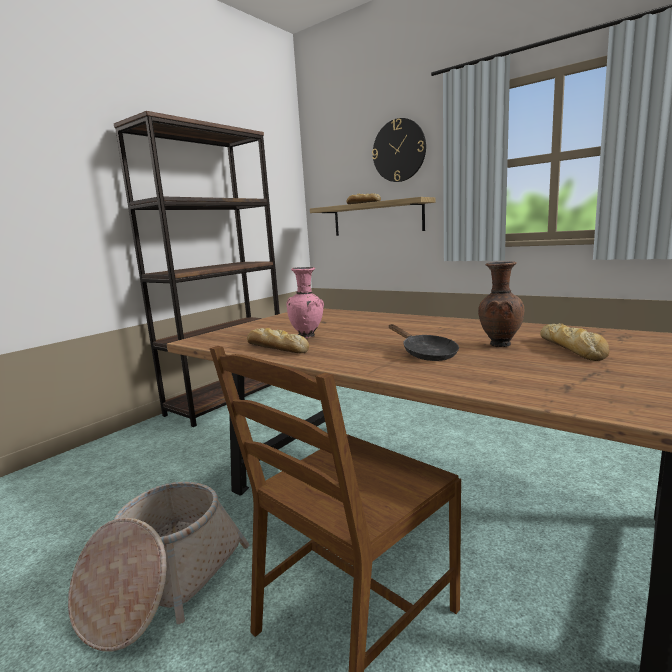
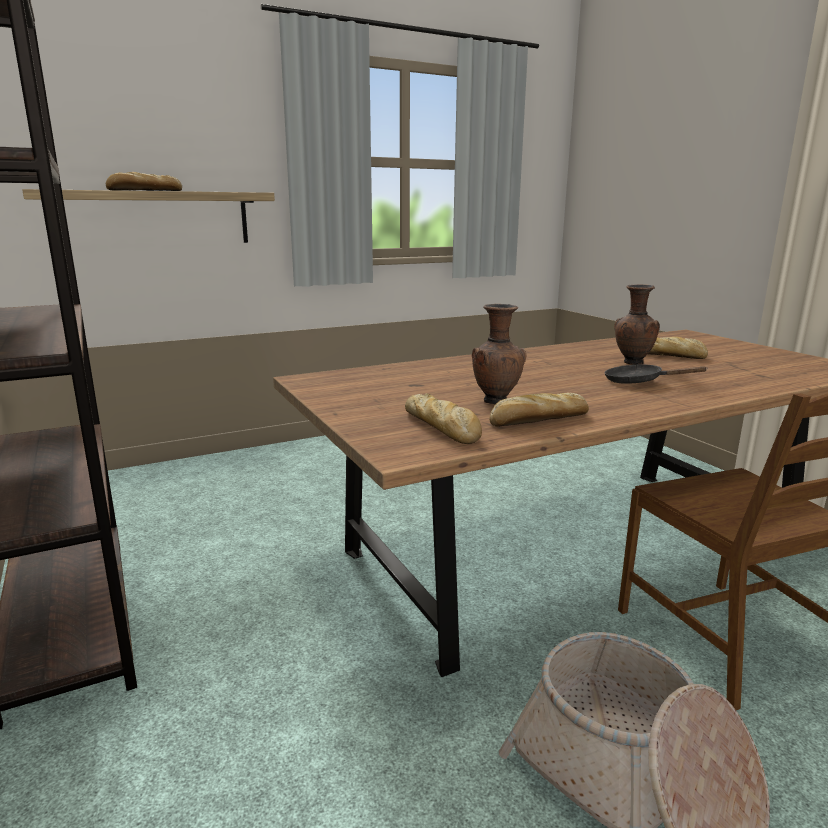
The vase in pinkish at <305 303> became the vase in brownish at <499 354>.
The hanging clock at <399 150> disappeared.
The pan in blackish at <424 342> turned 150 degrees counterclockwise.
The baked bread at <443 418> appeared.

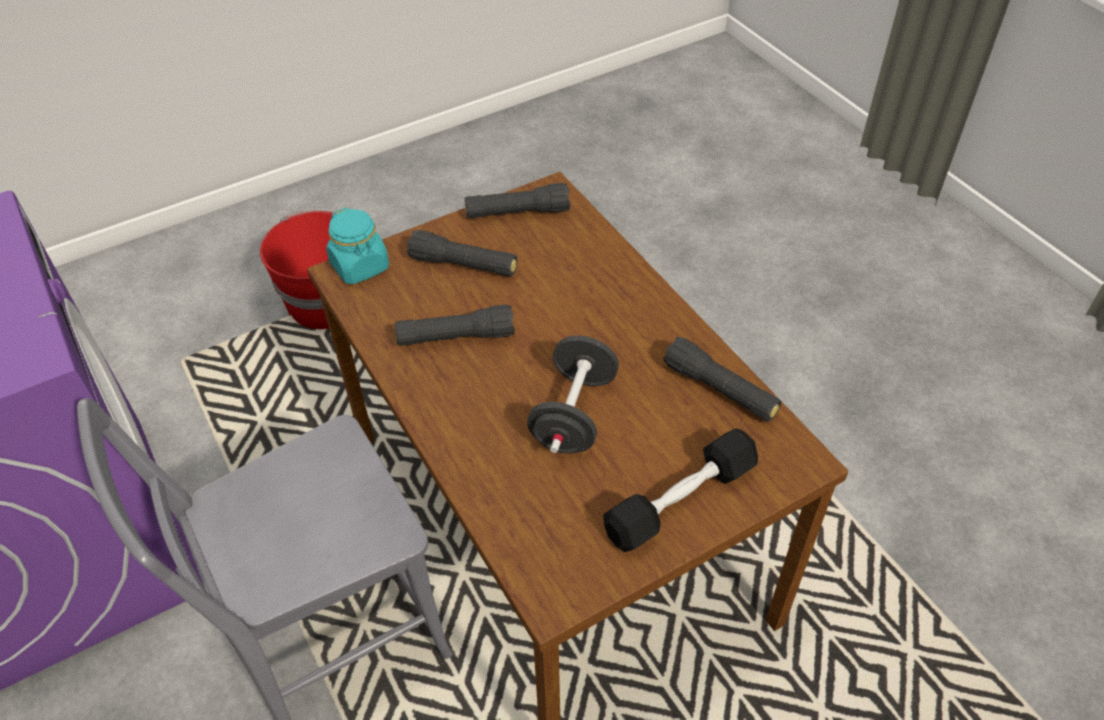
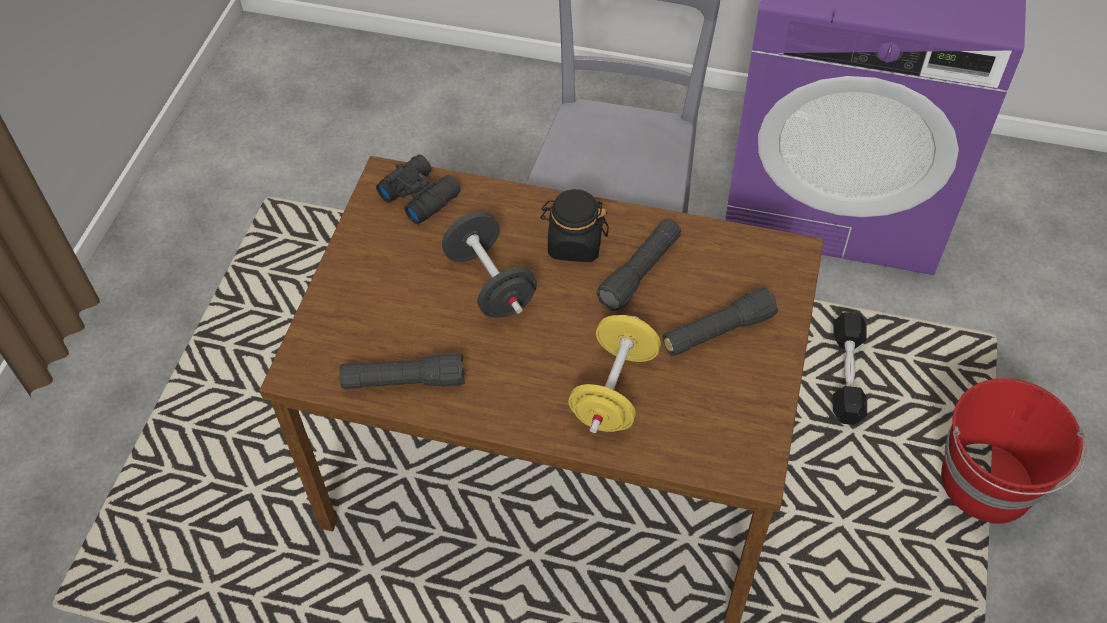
The storage jar in turquoise-coloured at <357 245> disappeared.
The flashlight in blackish at <518 200> disappeared.
The hand weight in blackish moved from <680 490> to <850 368>.
The binoculars in blackish at <418 189> appeared.
The storage jar in blackish at <574 225> appeared.
The hand weight in yellowish at <614 374> appeared.

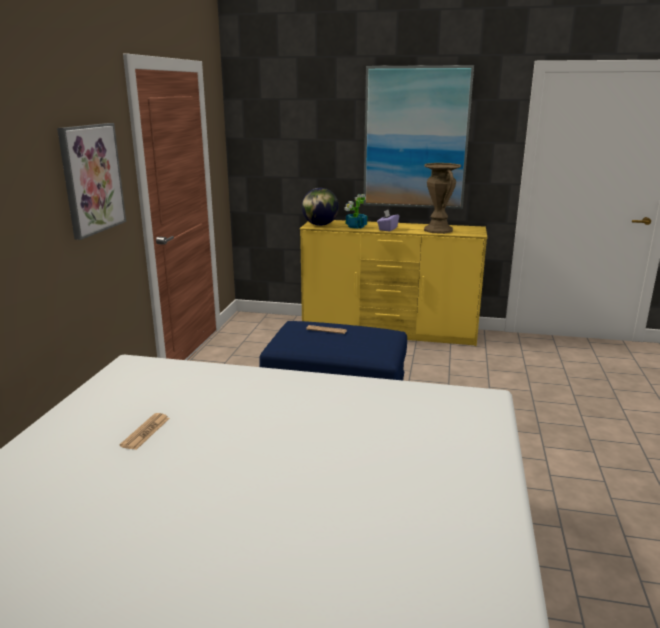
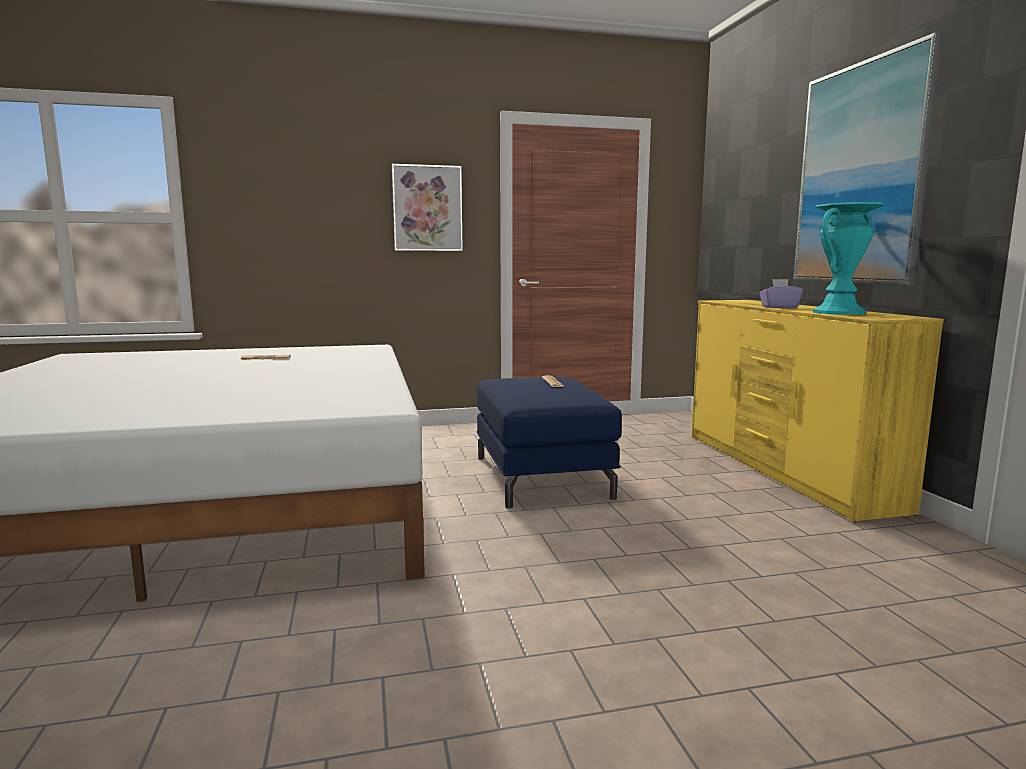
The desk globe at <320 207> disappeared.
The potted plant at <356 211> disappeared.
The vase in brownish at <442 198> became the vase in turquoise-coloured at <848 258>.

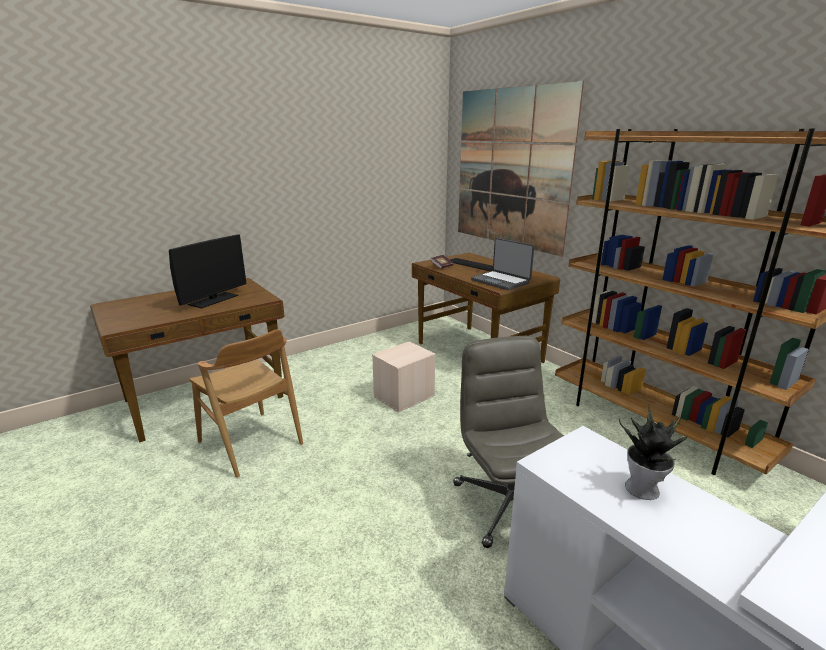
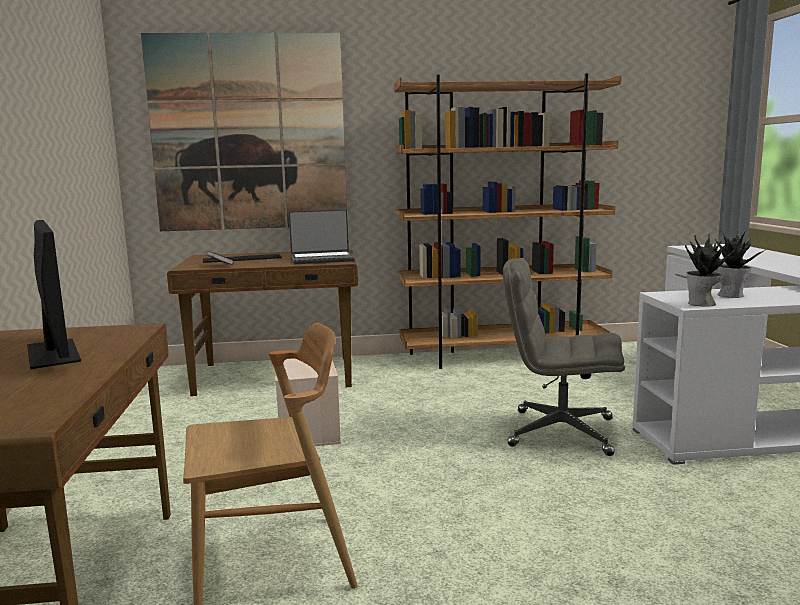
The potted plant at <710 270> appeared.

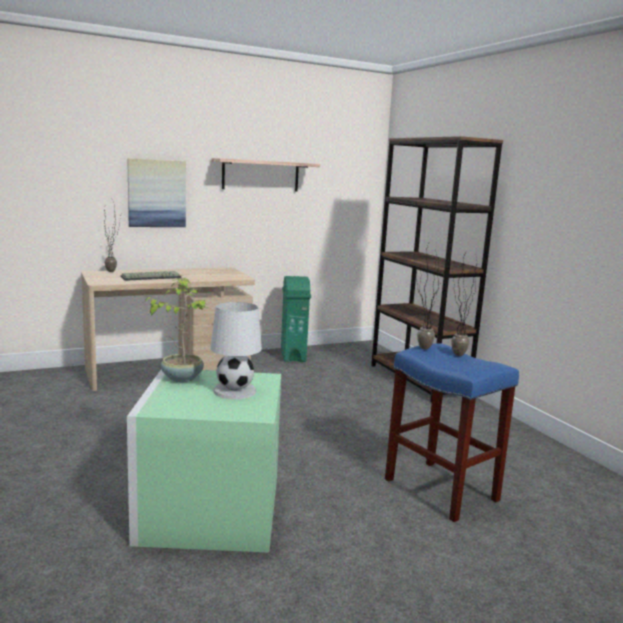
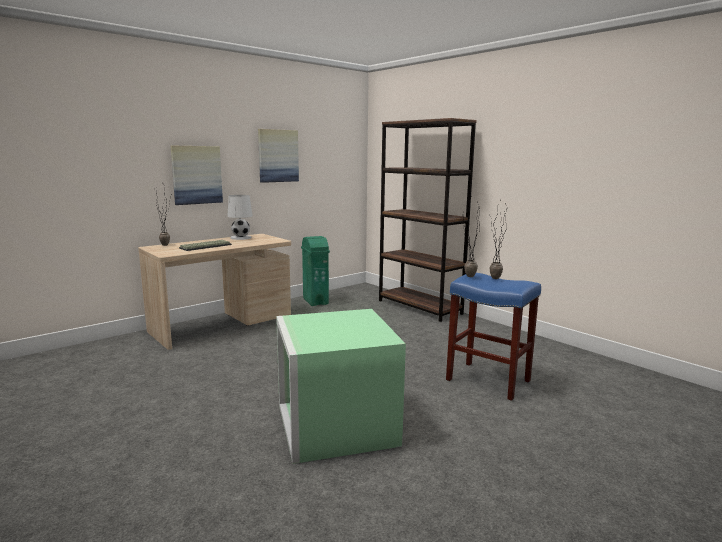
The potted plant at <176 328> disappeared.
The lamp for a table in whitish moved from <236 350> to <240 217>.
The bracket shelf at <265 175> was replaced by the picture at <278 156>.

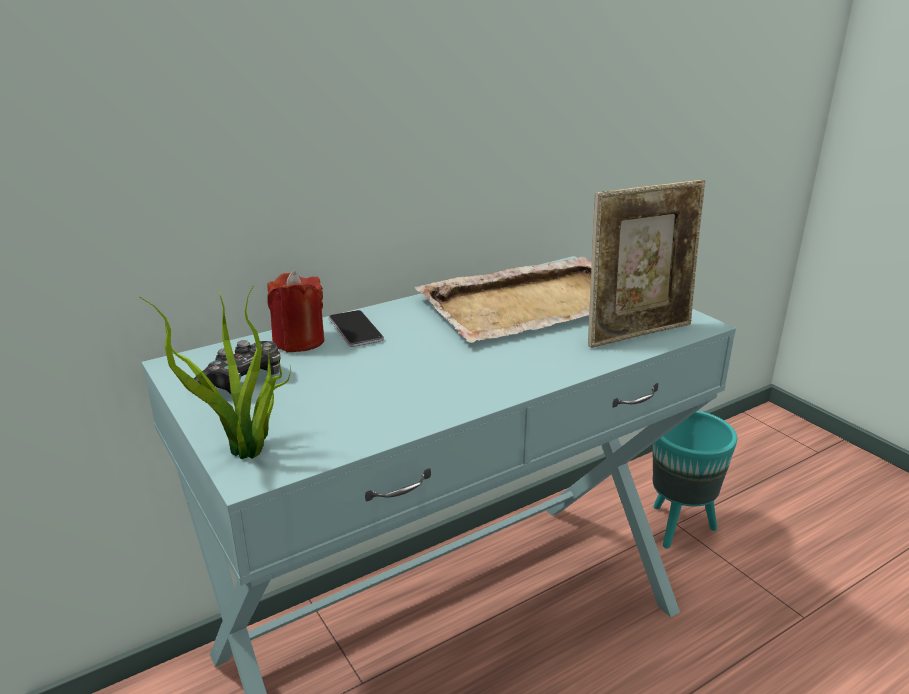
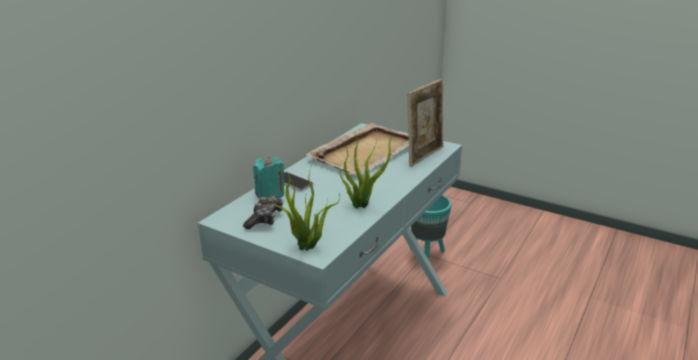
The candle in reddish at <295 311> became the candle in turquoise-coloured at <268 177>.
The potted plant at <368 169> appeared.

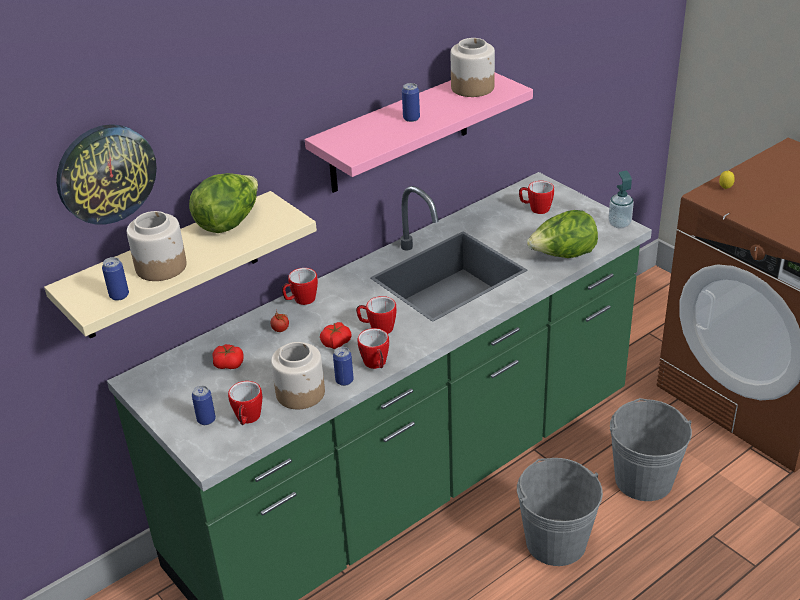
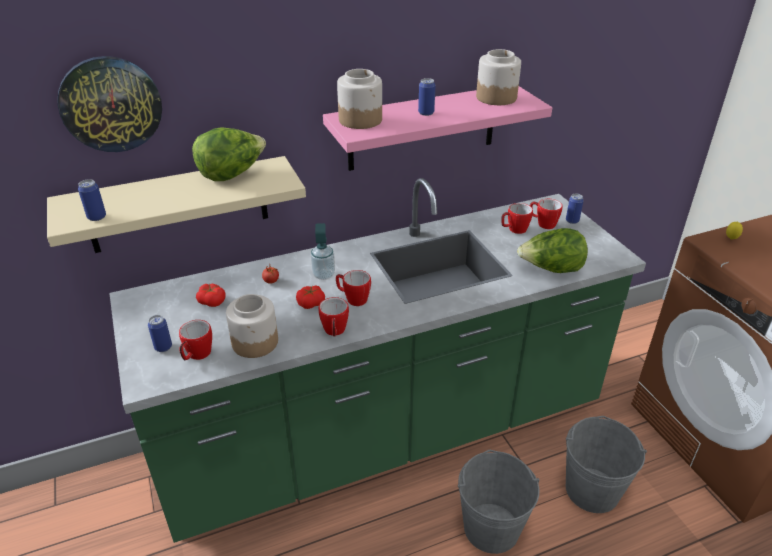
The storage jar moved from <157 246> to <359 99>.
The tea mug moved from <300 286> to <517 218>.
The metal can moved from <343 366> to <575 209>.
The liquid soap bottle moved from <621 200> to <322 251>.

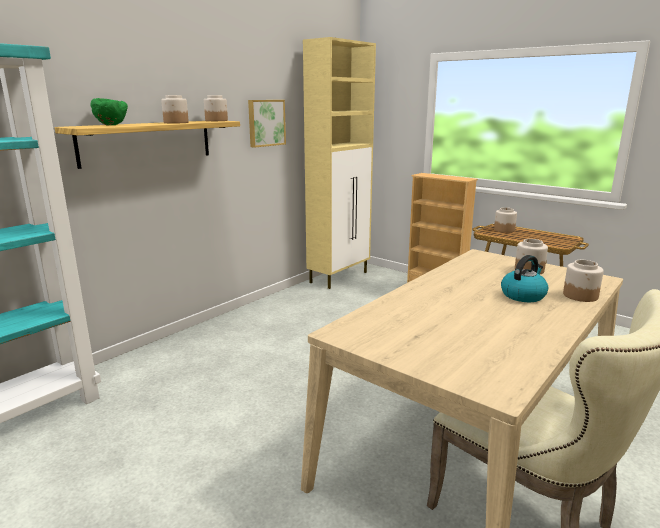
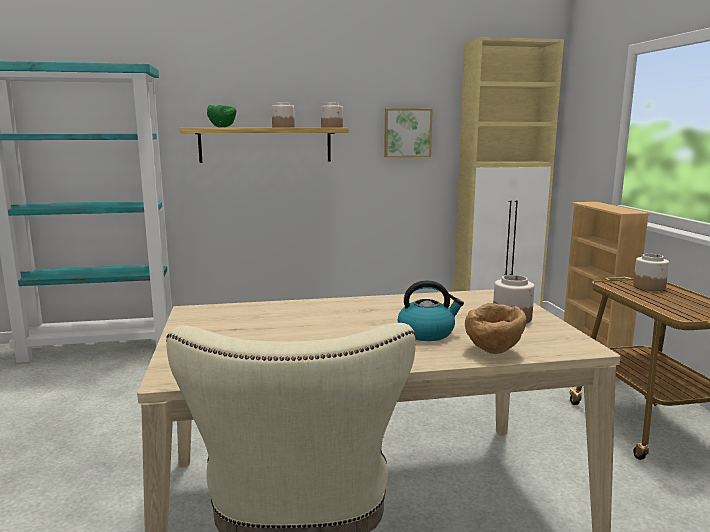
The storage jar at <583 281> was replaced by the deep dish in brownish at <495 328>.

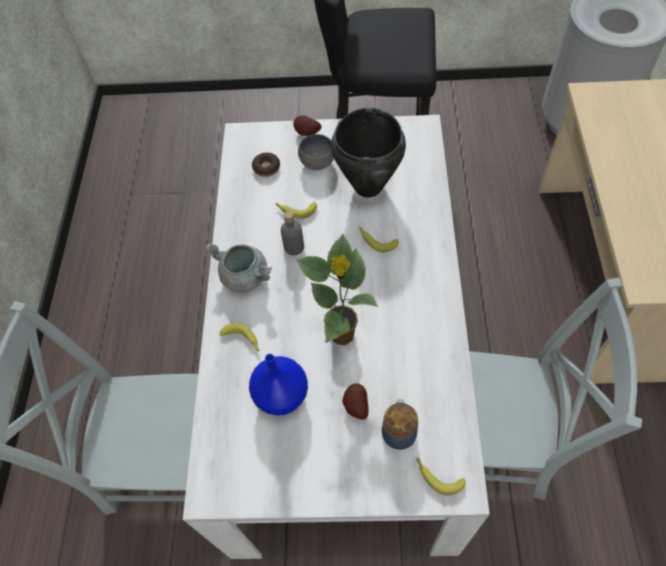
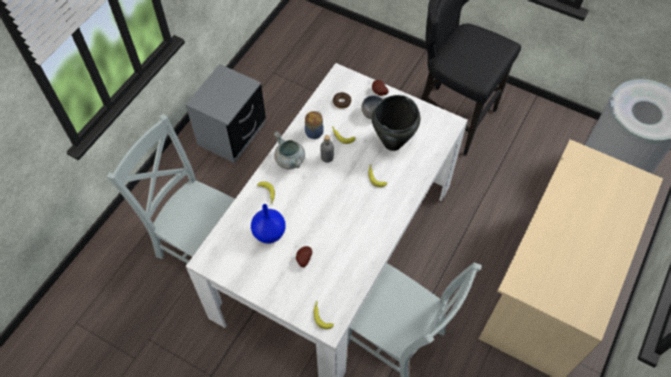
The potted plant at <337 289> disappeared.
The storage jar moved from <400 424> to <314 125>.
The nightstand in greyish at <225 113> appeared.

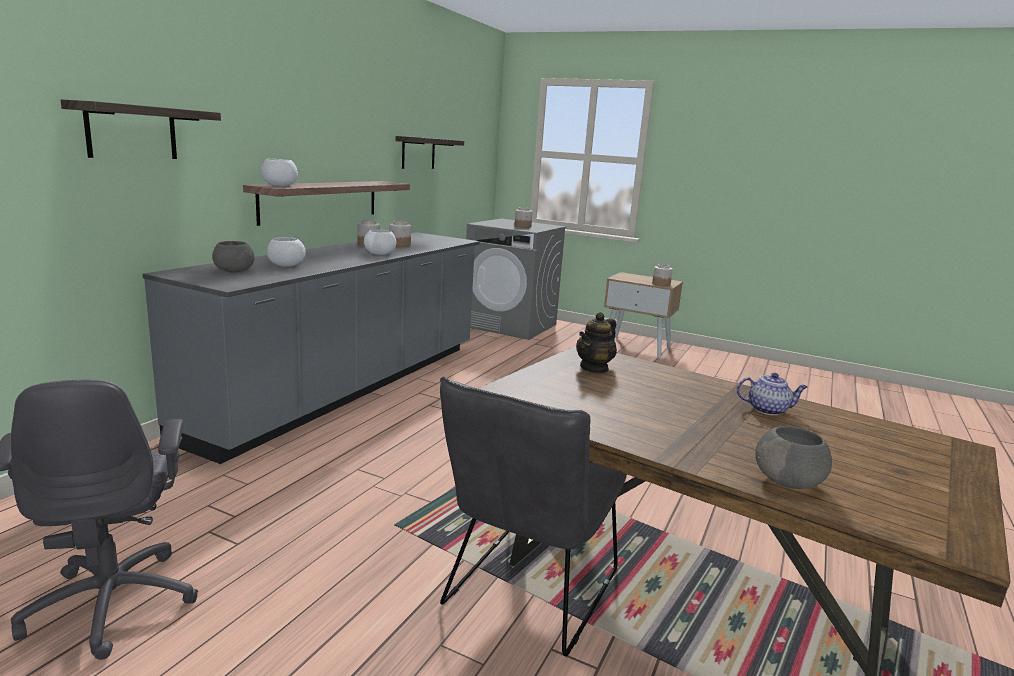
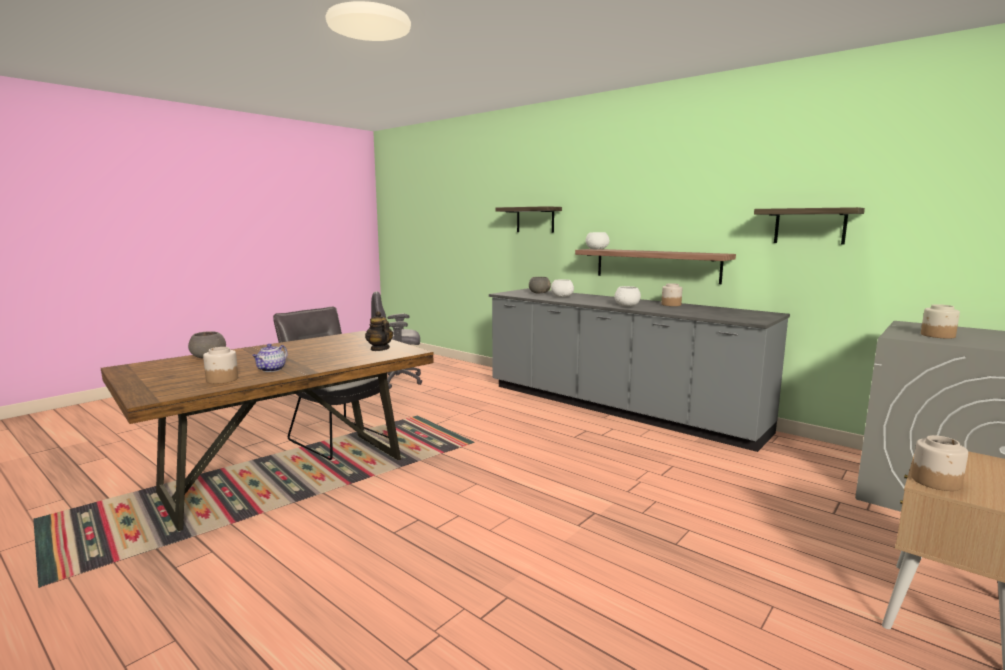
The storage jar moved from <400 234> to <220 365>.

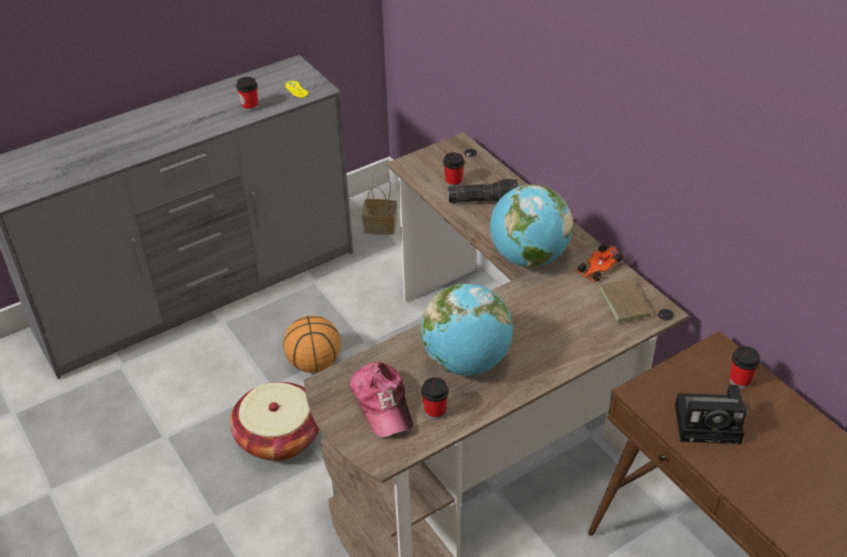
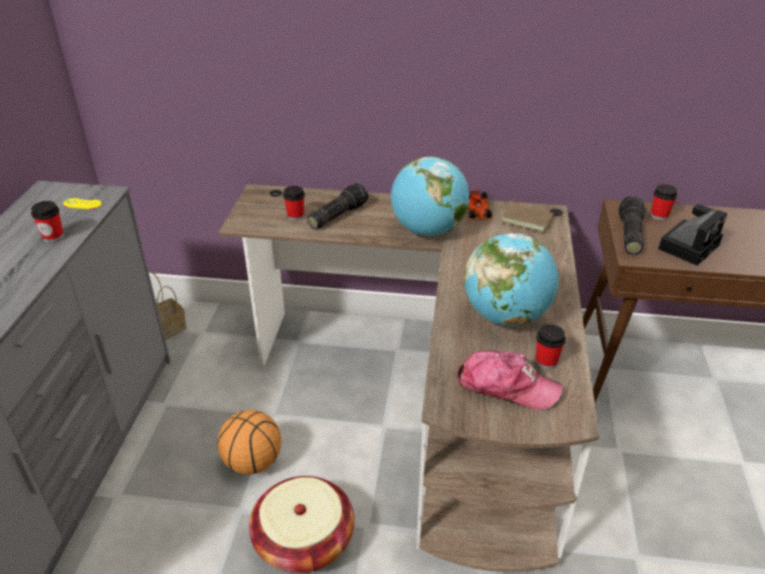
The flashlight at <632 225> appeared.

